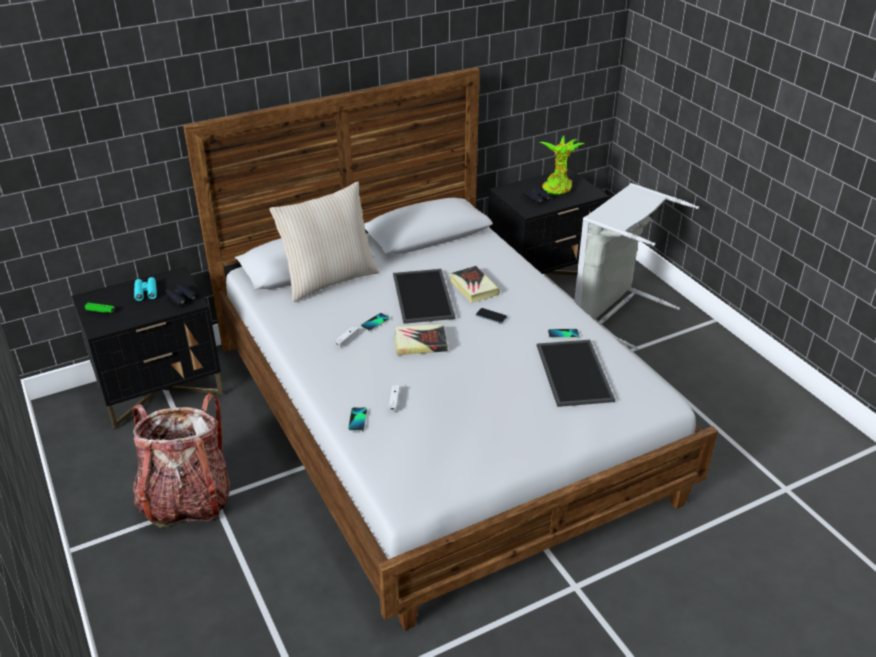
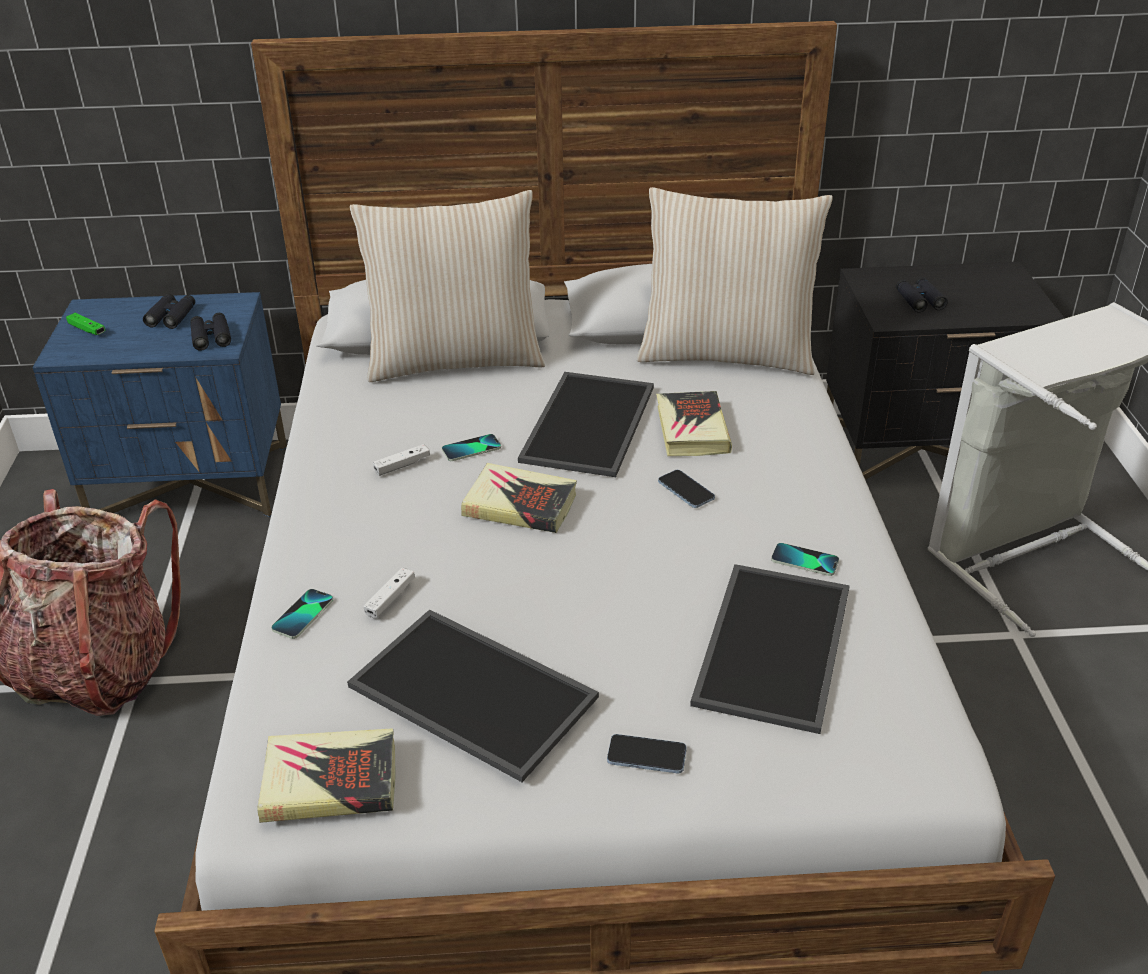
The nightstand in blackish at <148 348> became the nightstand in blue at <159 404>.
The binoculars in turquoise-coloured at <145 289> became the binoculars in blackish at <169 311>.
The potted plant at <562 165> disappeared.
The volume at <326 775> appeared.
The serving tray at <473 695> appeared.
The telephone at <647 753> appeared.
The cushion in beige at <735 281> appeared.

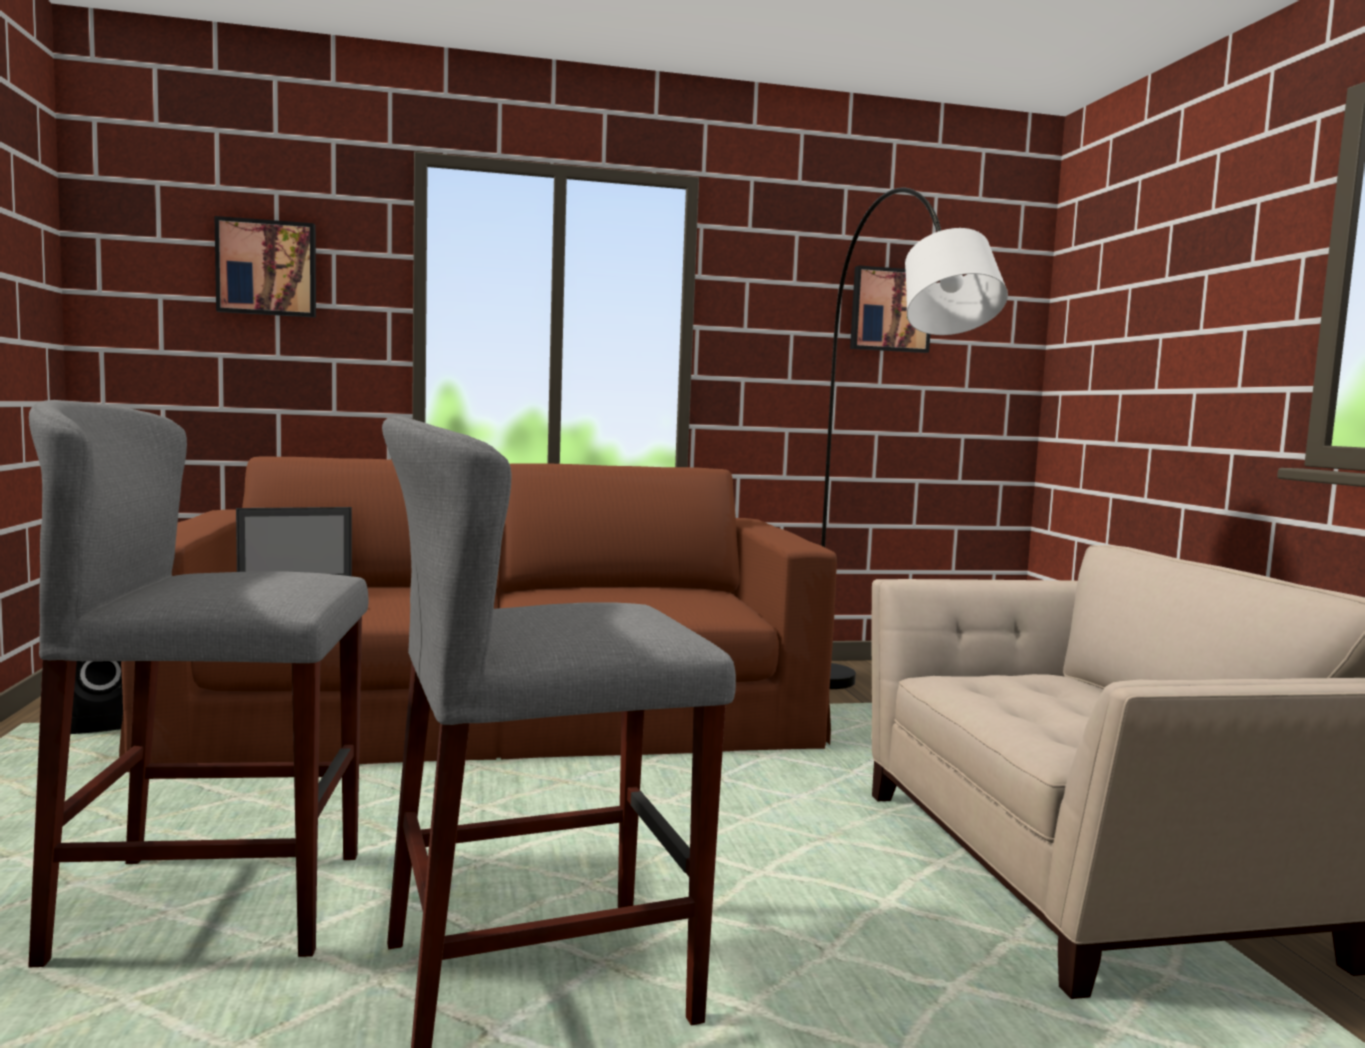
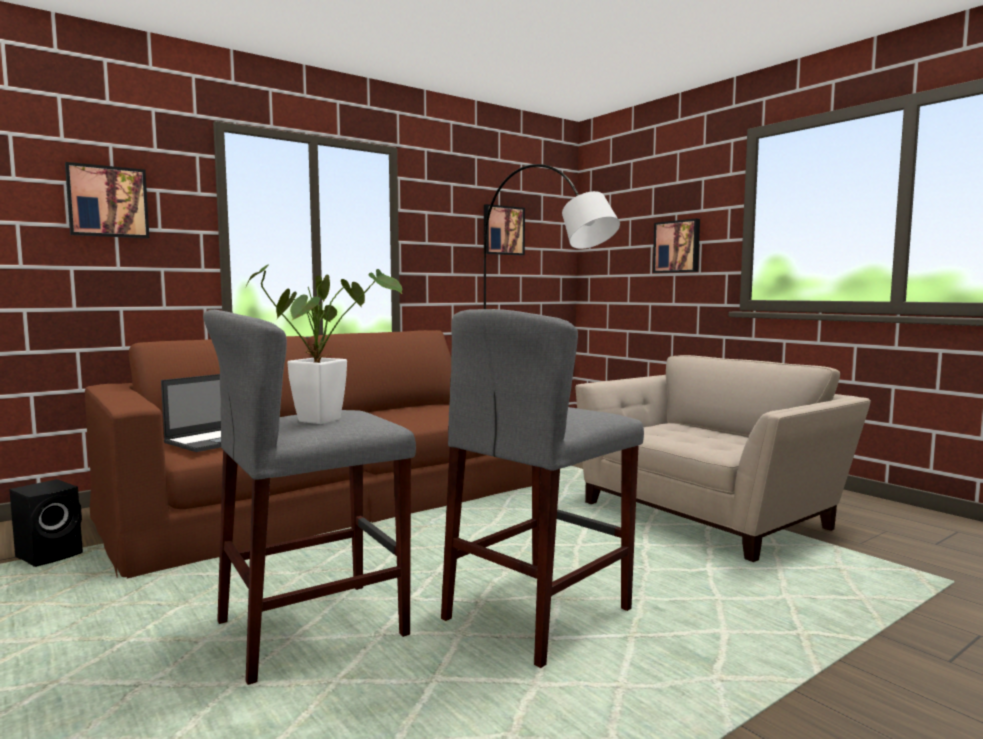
The potted plant at <323 344> appeared.
The picture at <676 246> appeared.

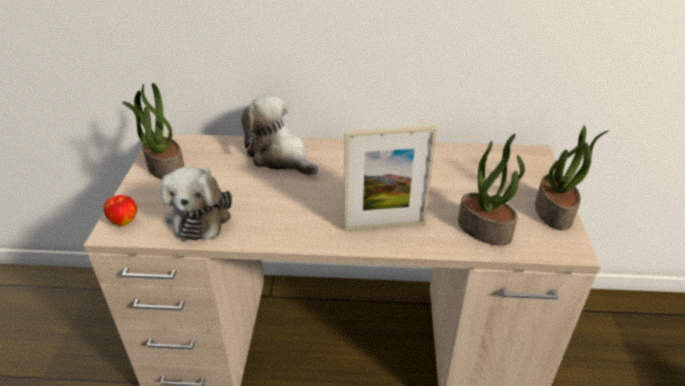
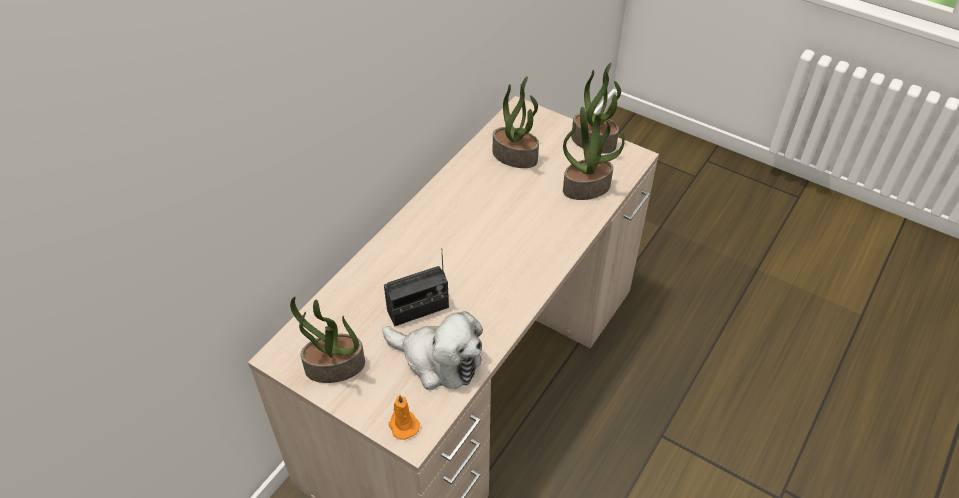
The apple fruit at <120 210> was replaced by the candle in orange at <404 417>.
The plush toy at <279 135> disappeared.
The picture frame at <390 178> disappeared.
The radio receiver at <416 287> appeared.
The potted plant at <516 122> appeared.

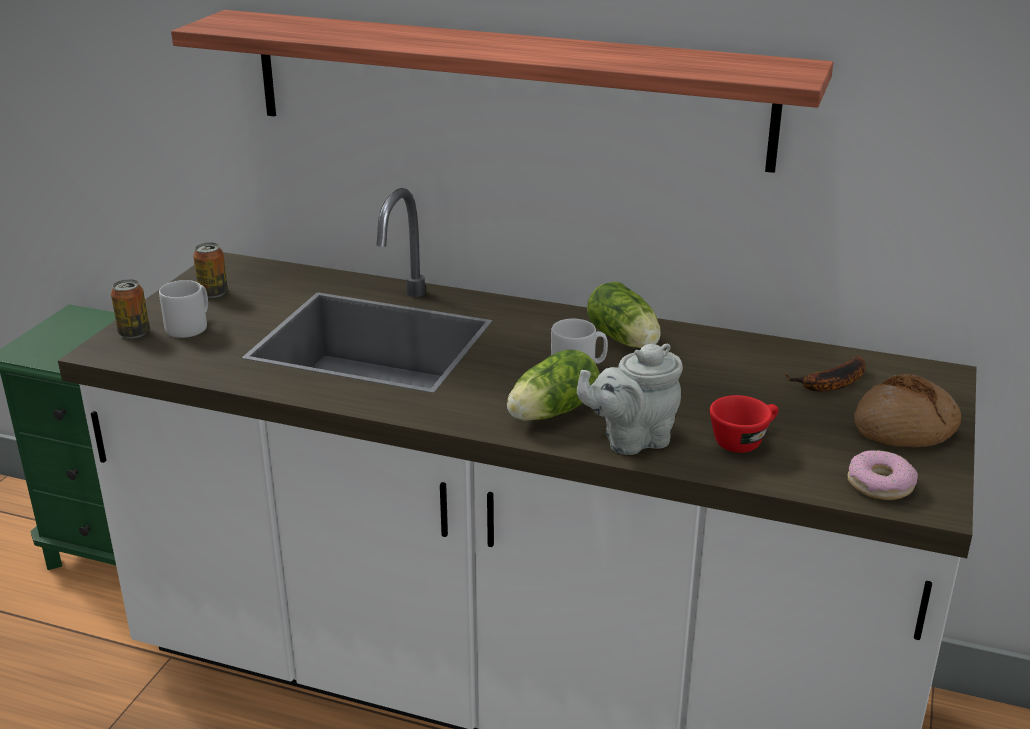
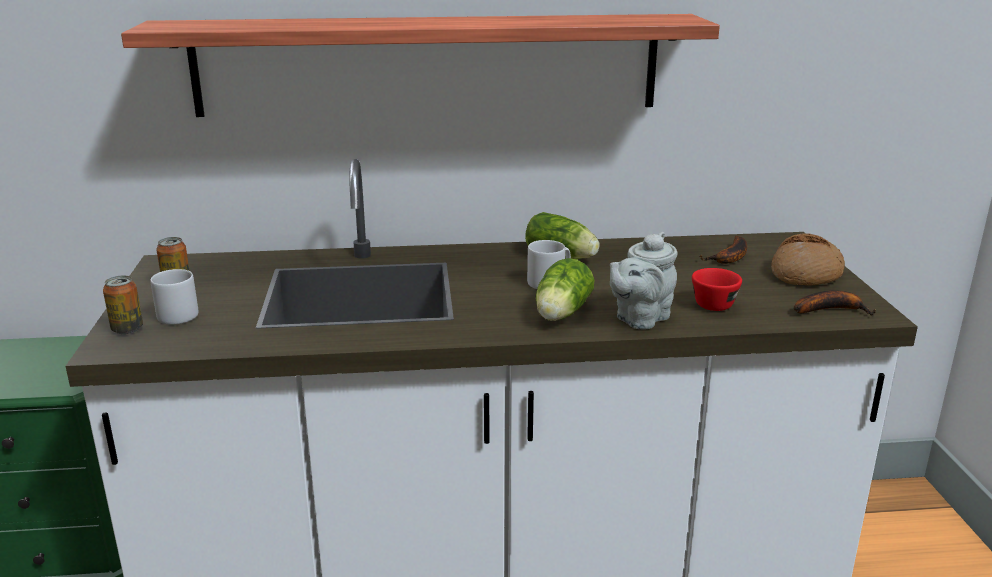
The ring doughnut at <883 475> was replaced by the banana at <835 302>.

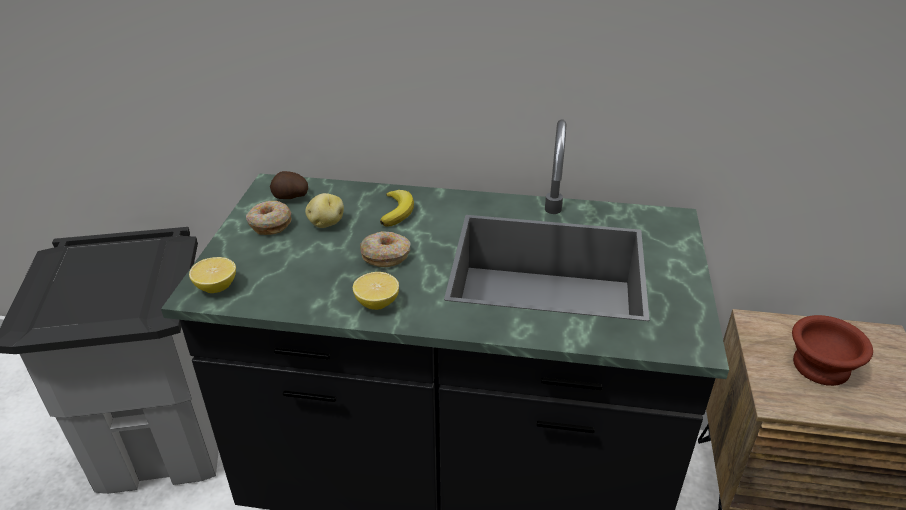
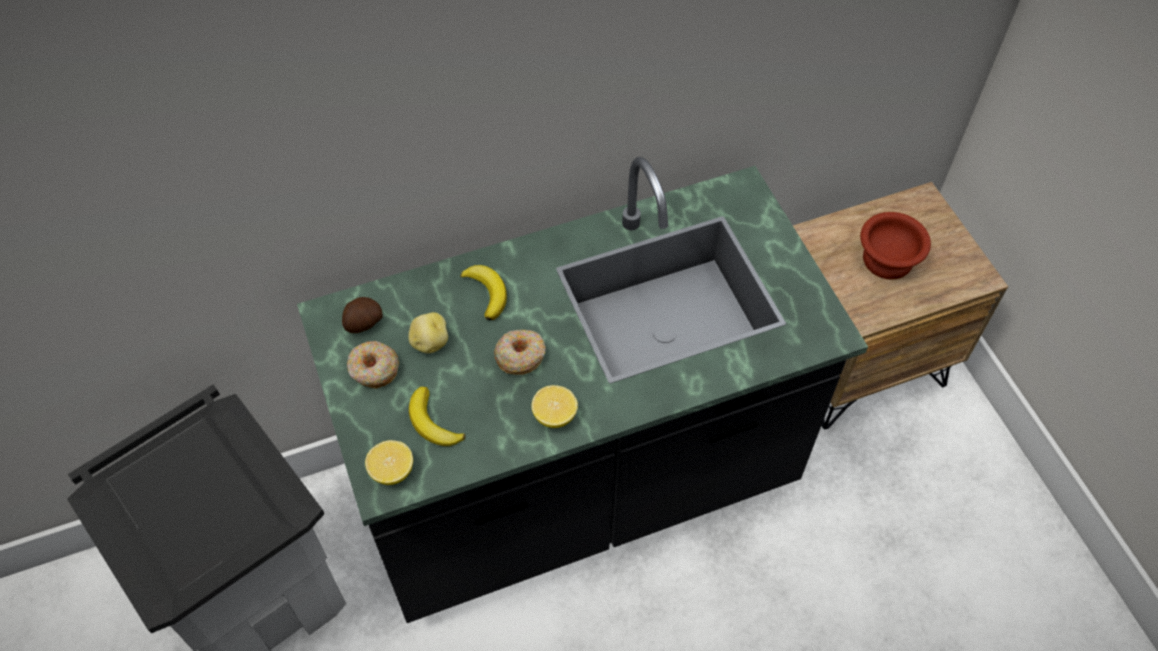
The banana at <437 416> appeared.

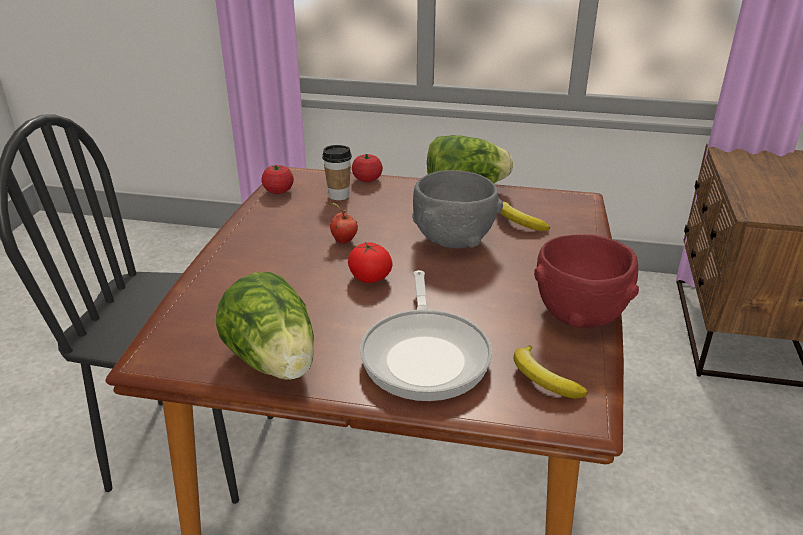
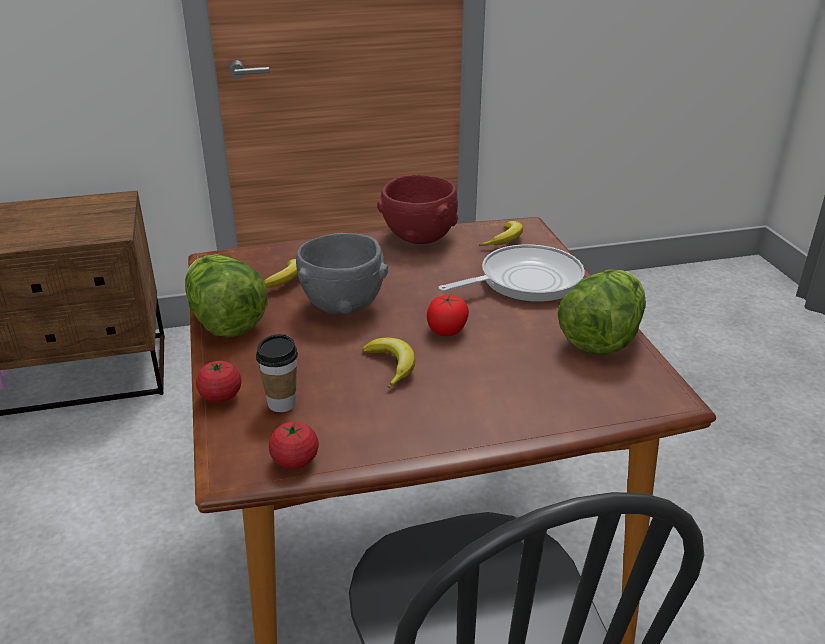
The apple fruit at <342 223> was replaced by the banana at <388 363>.

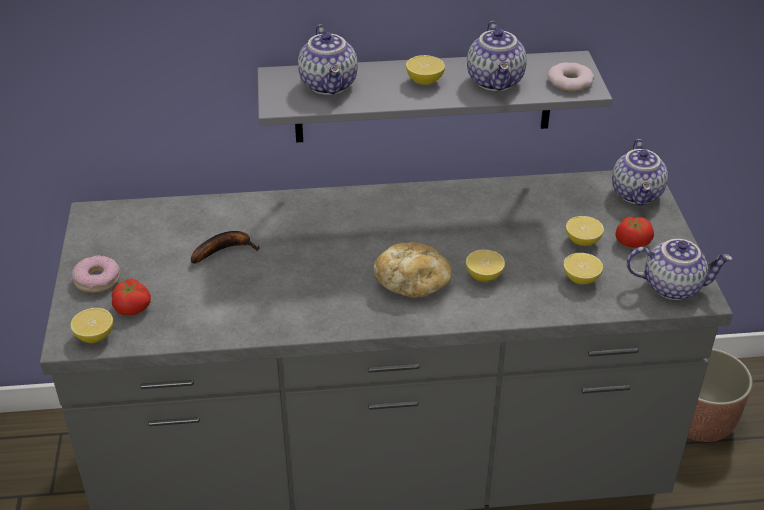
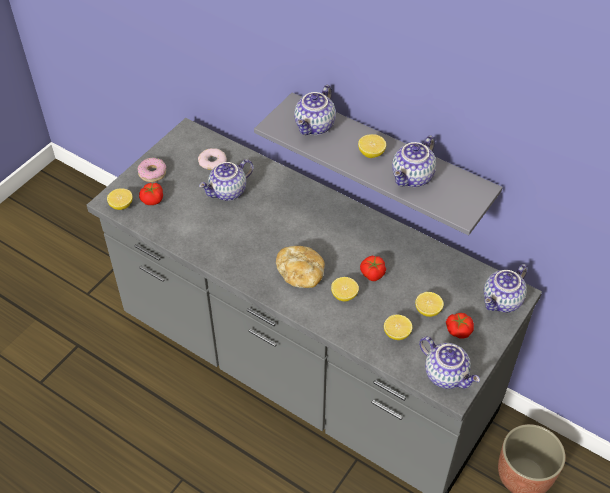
The banana at <225 247> was replaced by the pot for tea at <226 180>.
The ring doughnut moved from <570 76> to <212 159>.
The fresh tomato at <373 268> appeared.

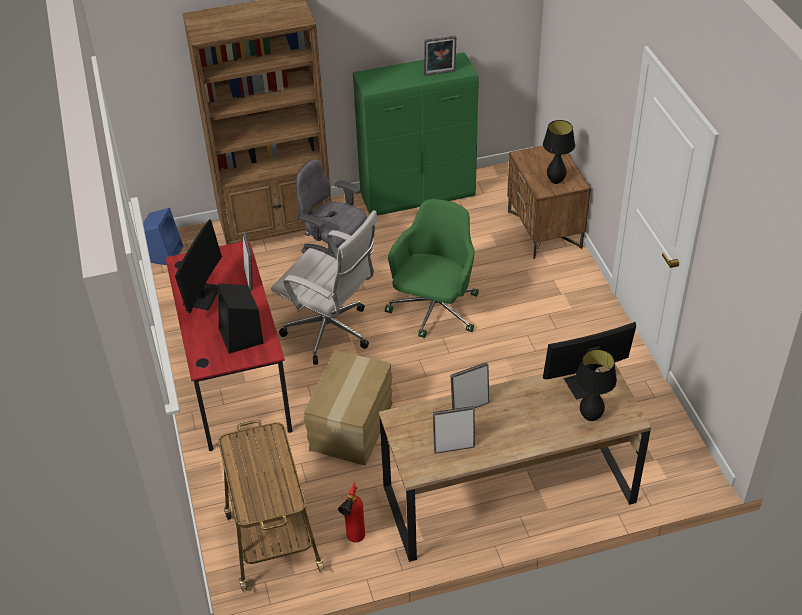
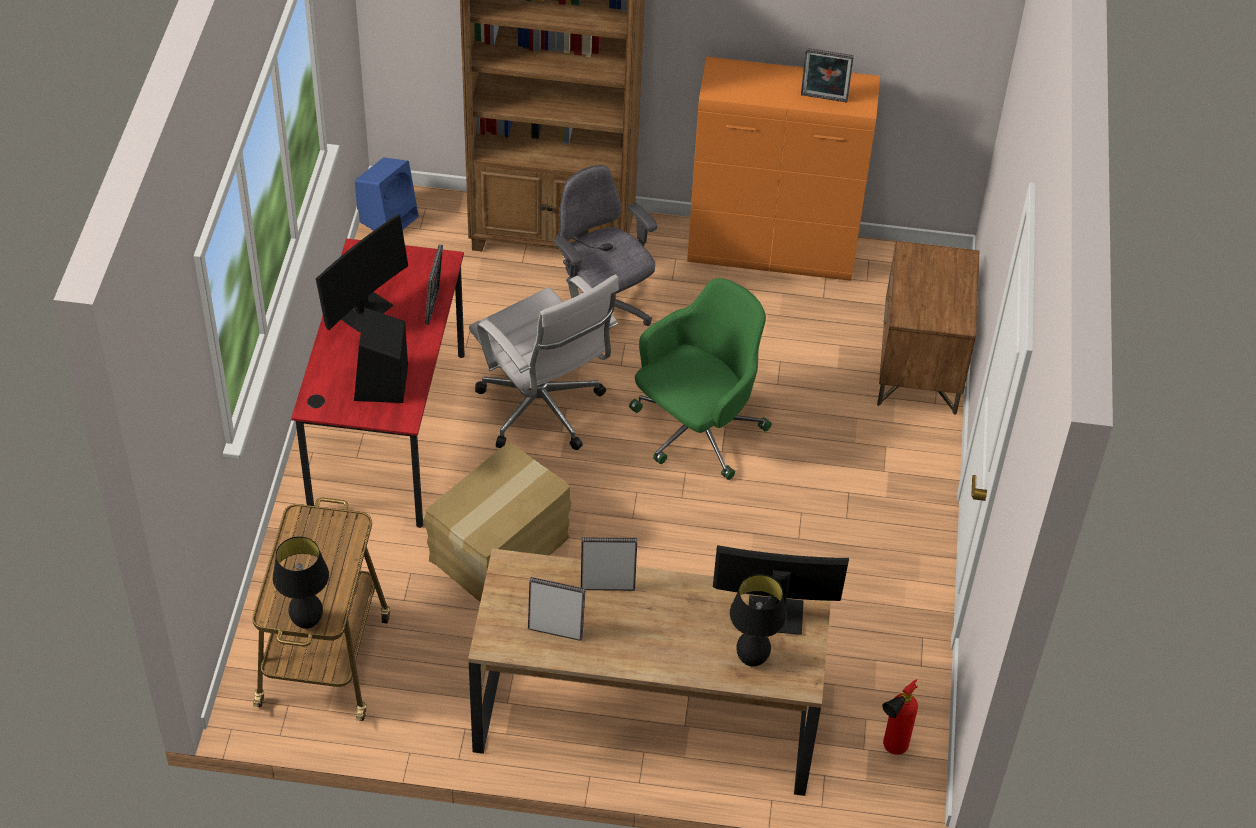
The fire extinguisher moved from <351 512> to <900 717>.
The cabinet in greenish at <416 134> became the cabinet in orange at <783 169>.
The lamp for a table in blackish moved from <559 152> to <300 582>.

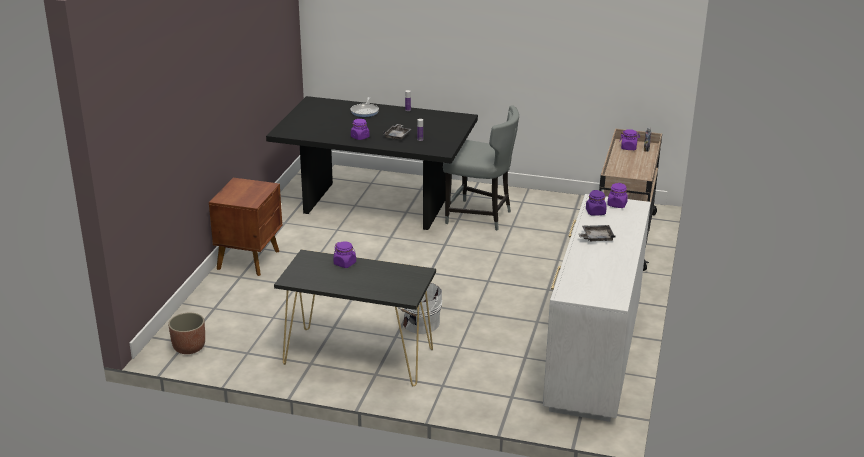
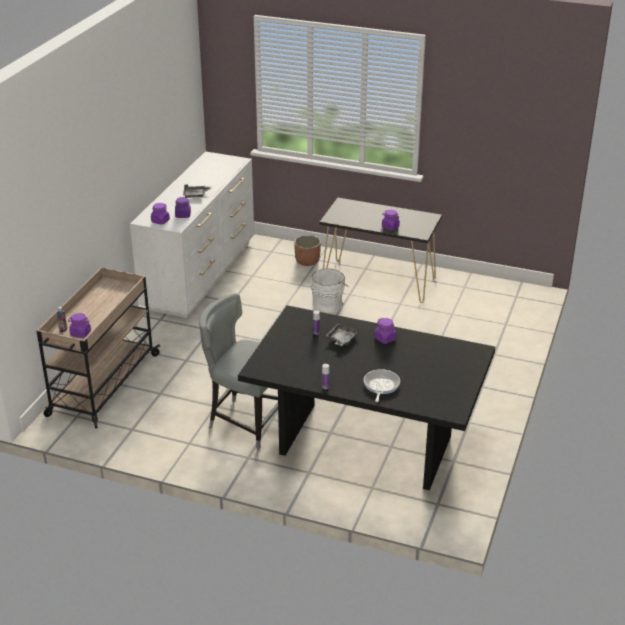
The plant pot moved from <186 333> to <307 250>.
The nightstand in brownish at <246 227> disappeared.

